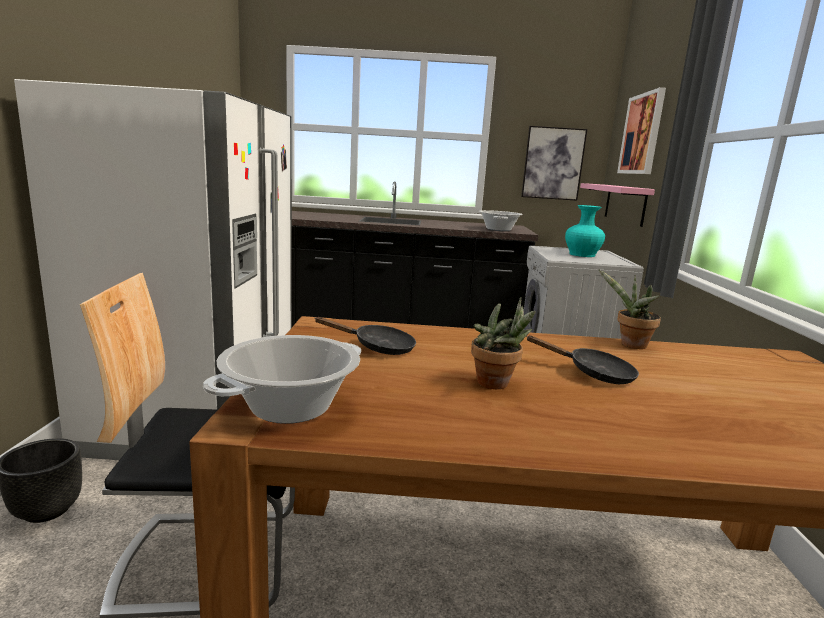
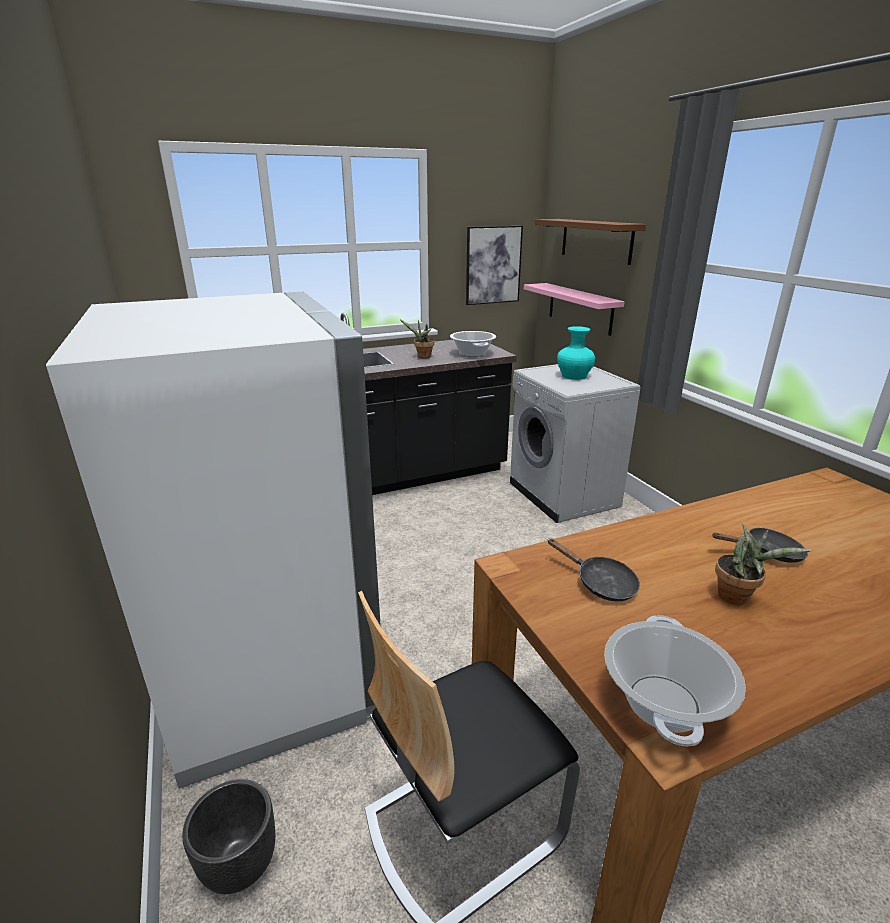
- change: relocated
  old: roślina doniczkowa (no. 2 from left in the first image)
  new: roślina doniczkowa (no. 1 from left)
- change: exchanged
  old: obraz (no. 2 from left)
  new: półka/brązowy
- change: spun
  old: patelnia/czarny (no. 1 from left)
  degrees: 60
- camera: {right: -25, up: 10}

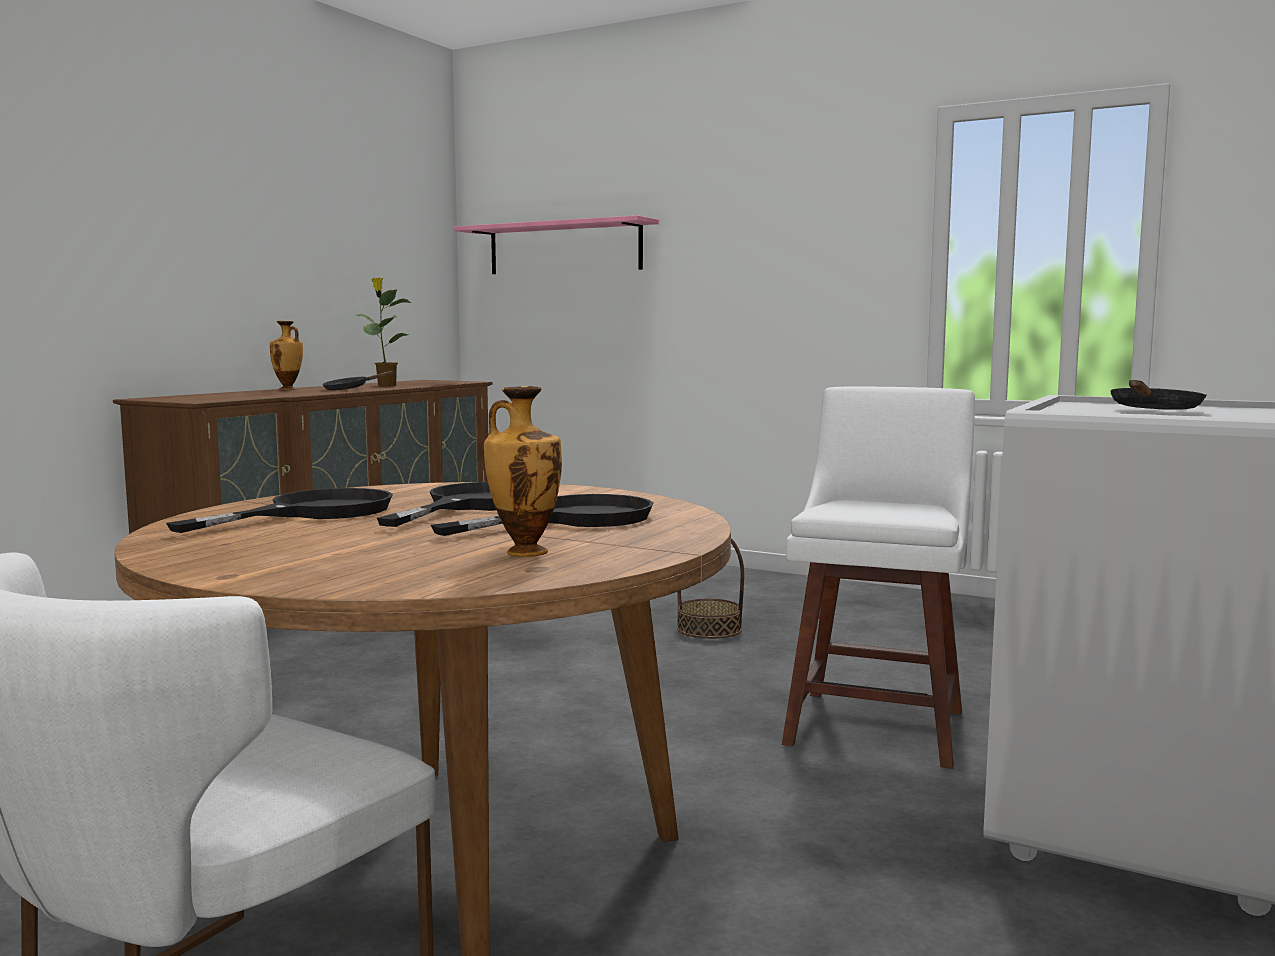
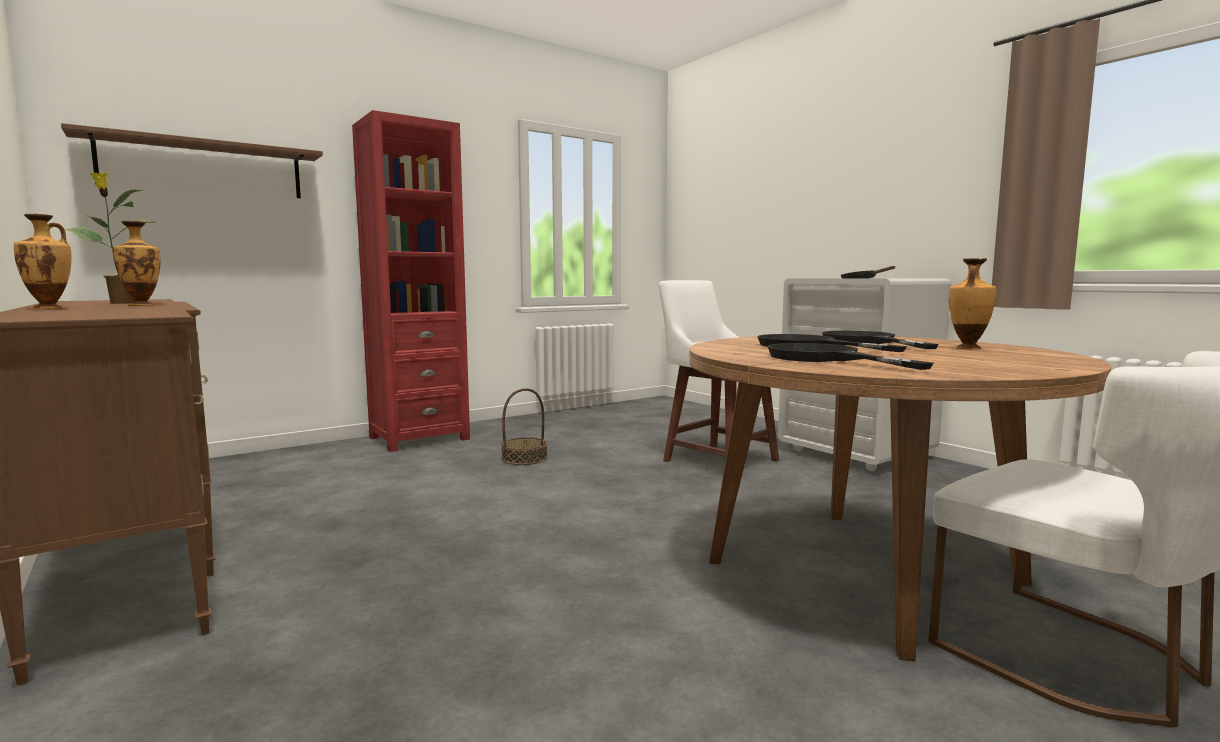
- change: appeared
  new: regał/czerwony
- change: exchanged
  old: patelnia/czarny (no. 2 from left)
  new: wazon (no. 2 from left)
- change: colour
  old: półka/różowy
  new: półka/brązowy
- camera: {right: -65, up: 0}

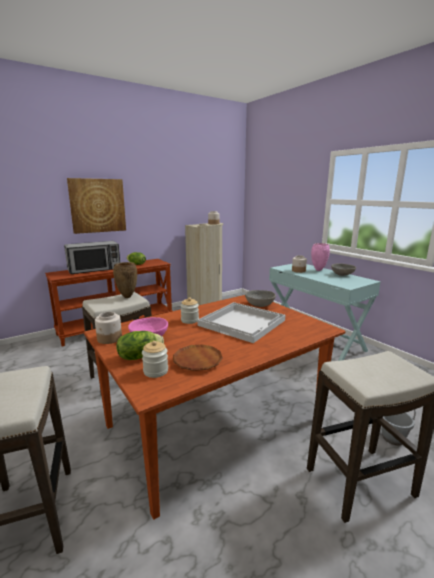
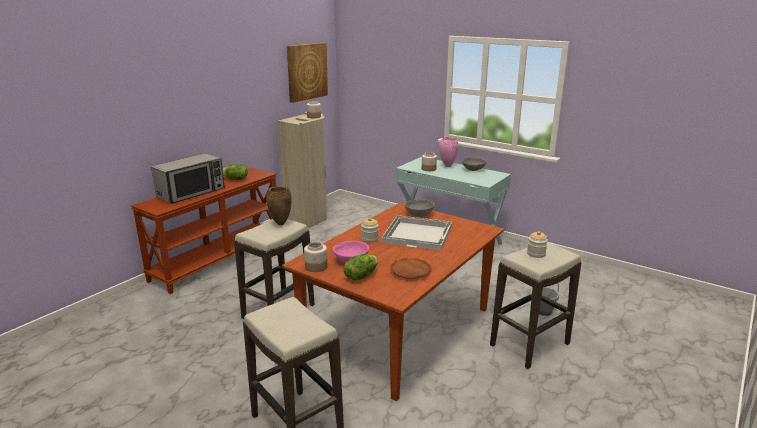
- change: relocated
  old: obraz
- change: relocated
  old: słoik (no. 2 from left in the first image)
  new: słoik (no. 5 from left)
- camera: {right: -20, up: 5}

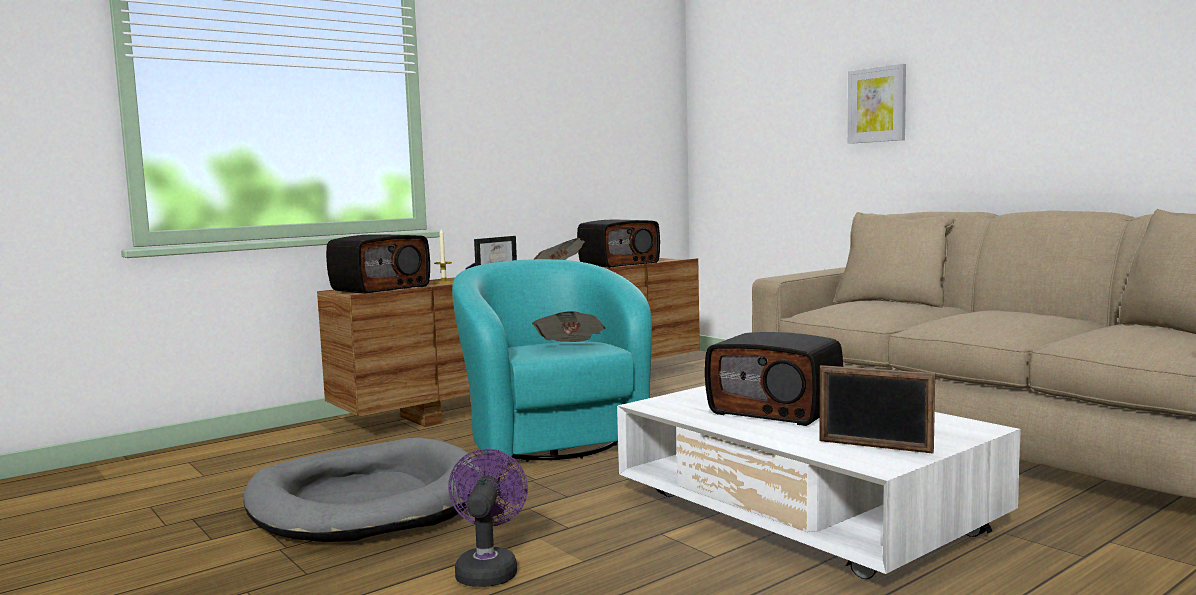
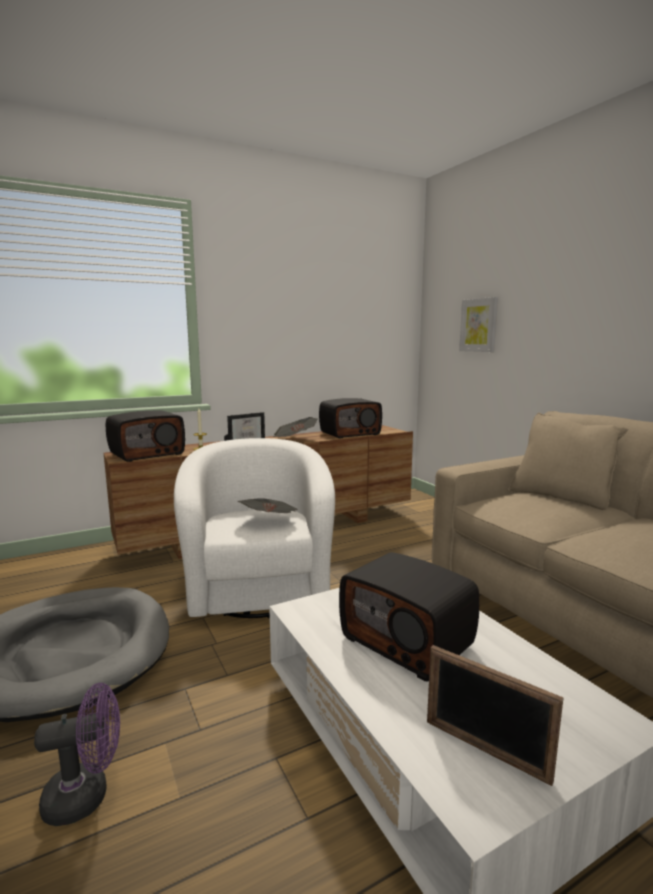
- change: relocated
  old: obraz
- change: colour
  old: fotel/turkusowy
  new: fotel/biały
- change: spun
  old: wentylator/fioletowy
  degrees: 60
- camera: {right: 10, up: 5}

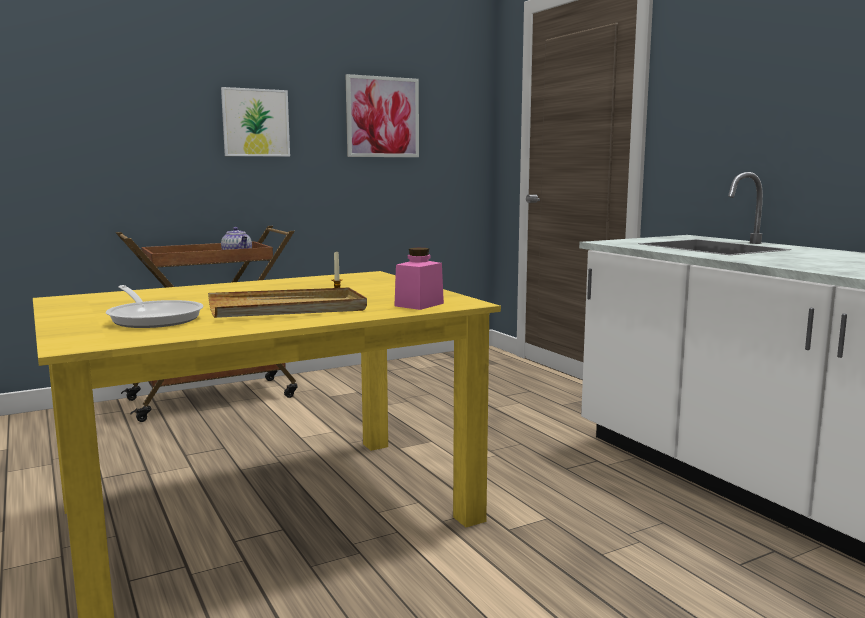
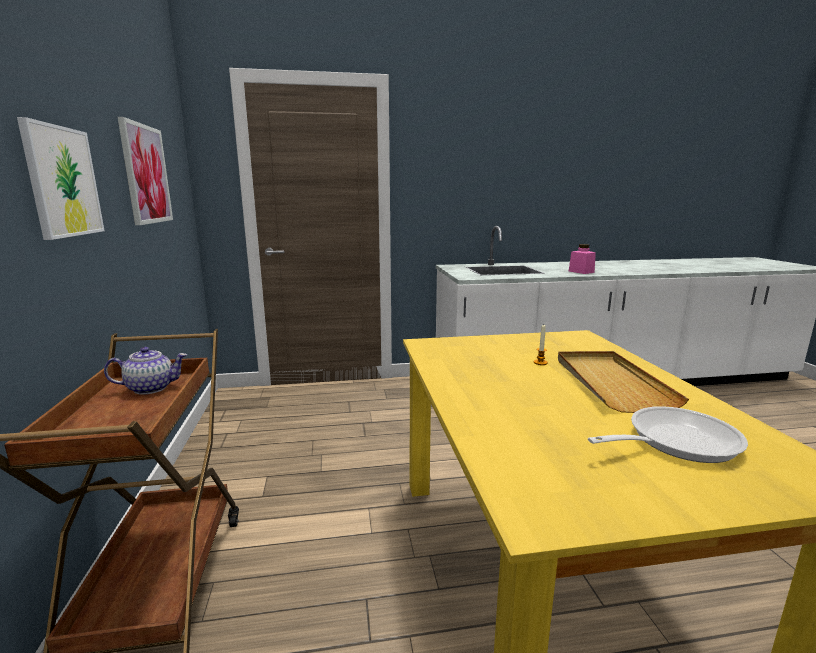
- change: relocated
  old: słoik/różowy
- camera: {right: -70, up: 5}

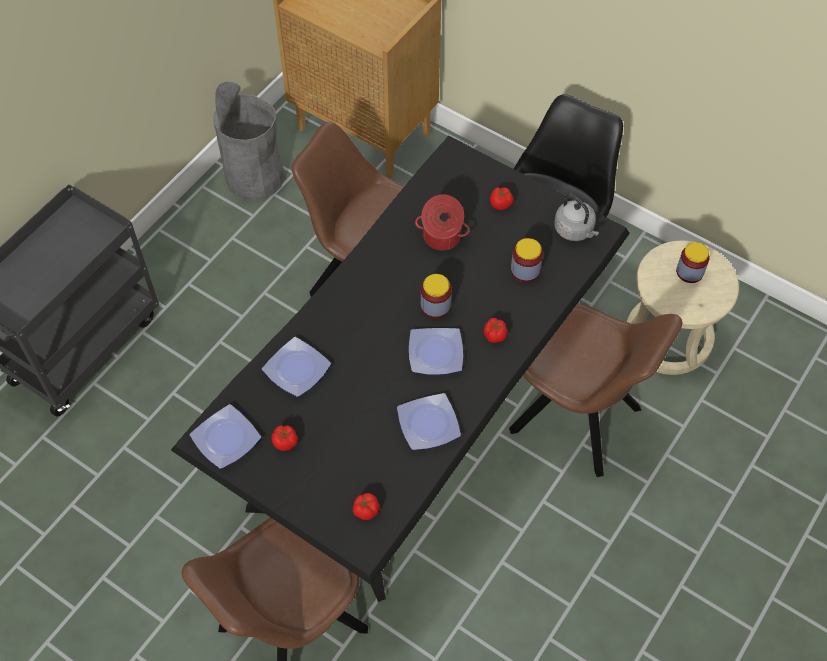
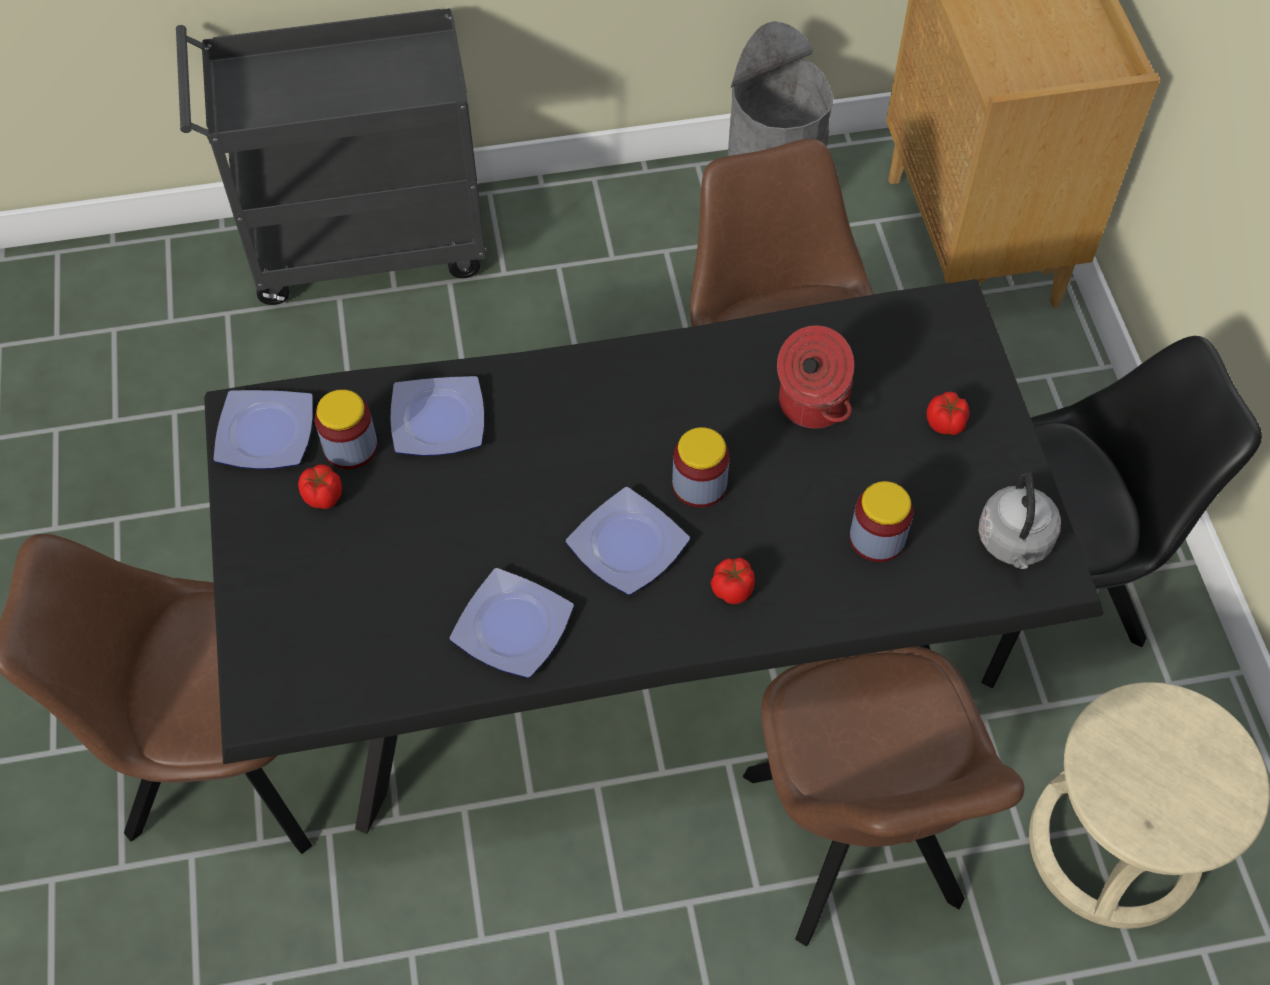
- change: missing
  old: pomidor (no. 2 from left)
- change: relocated
  old: słoik (no. 3 from left in the first image)
  new: słoik (no. 1 from left)
- camera: {right: 45, up: 0}

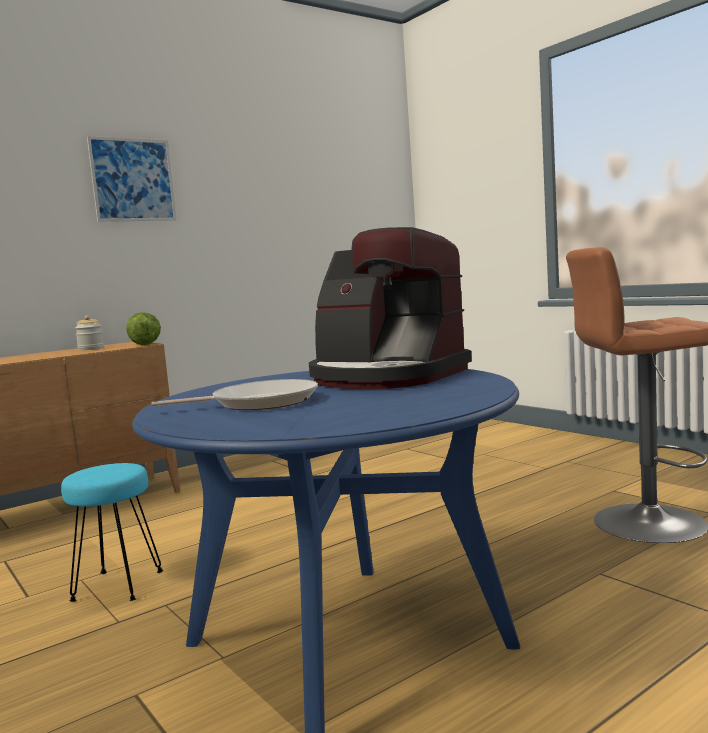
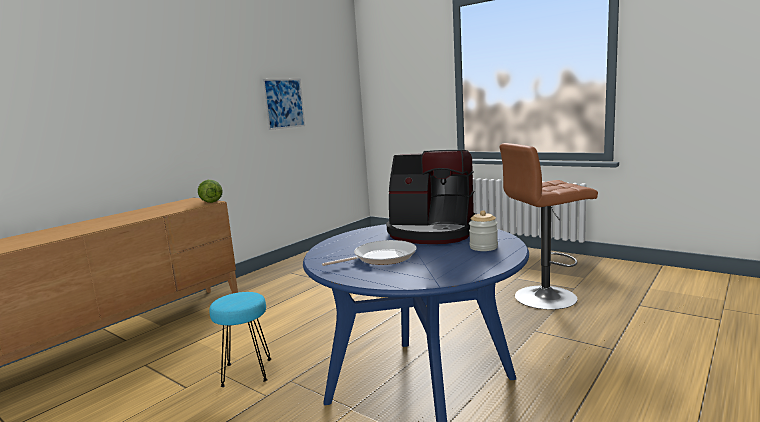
- change: relocated
  old: słoik
- change: relocated
  old: obraz
- camera: {right: -15, up: 5}

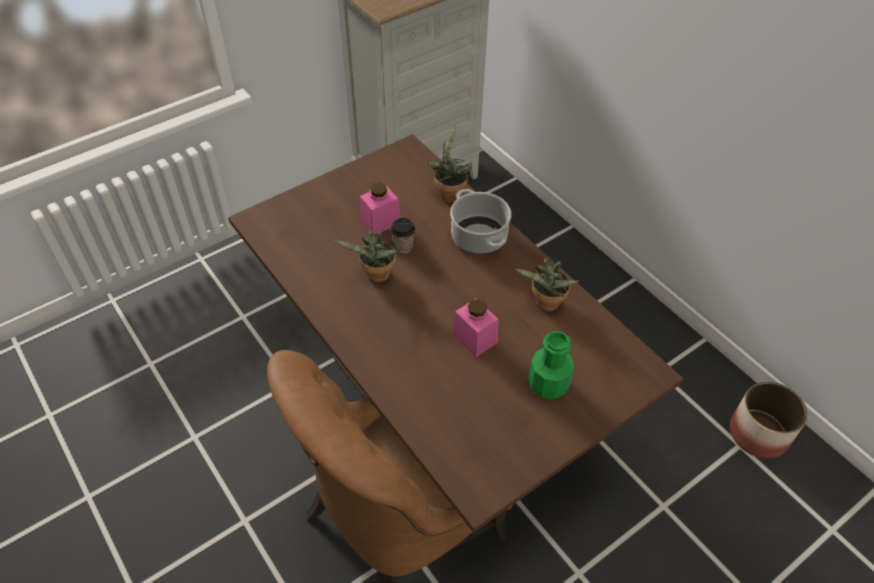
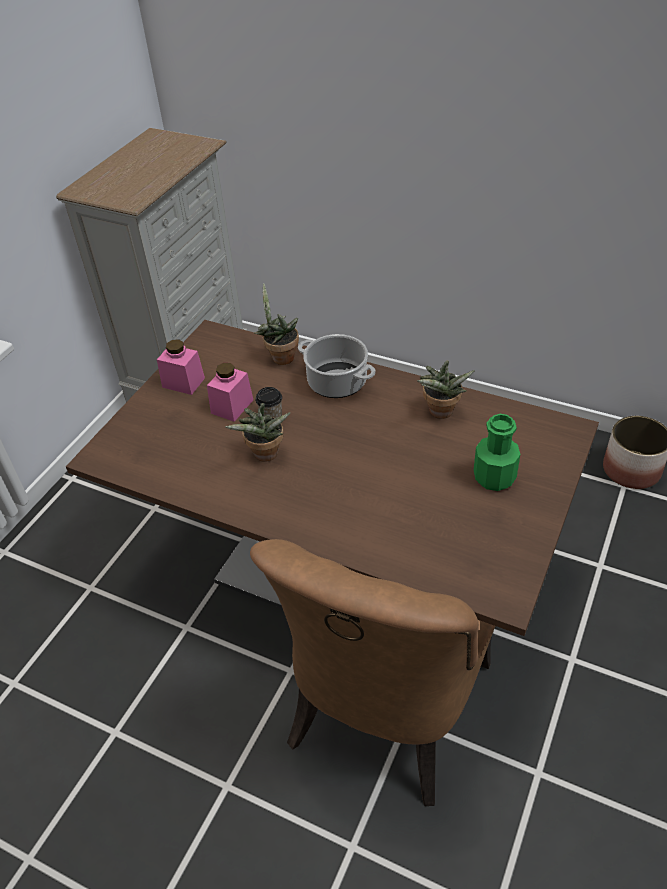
- change: relocated
  old: słoik/różowy (no. 2 from left in the first image)
  new: słoik/różowy (no. 1 from left)
- camera: {right: -25, up: -5}

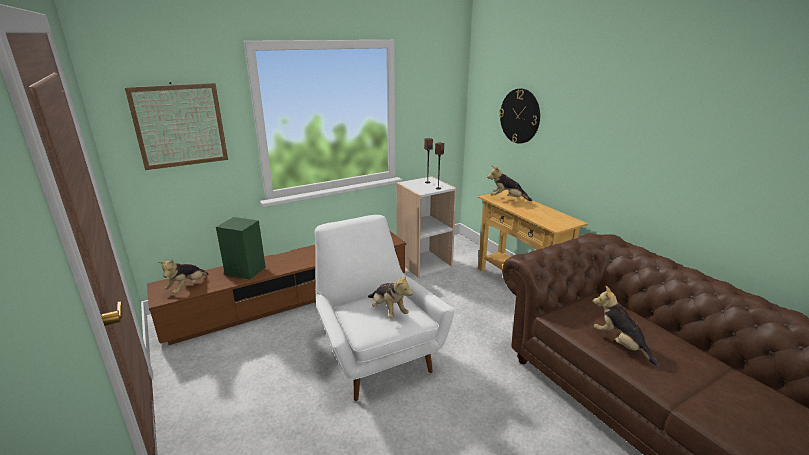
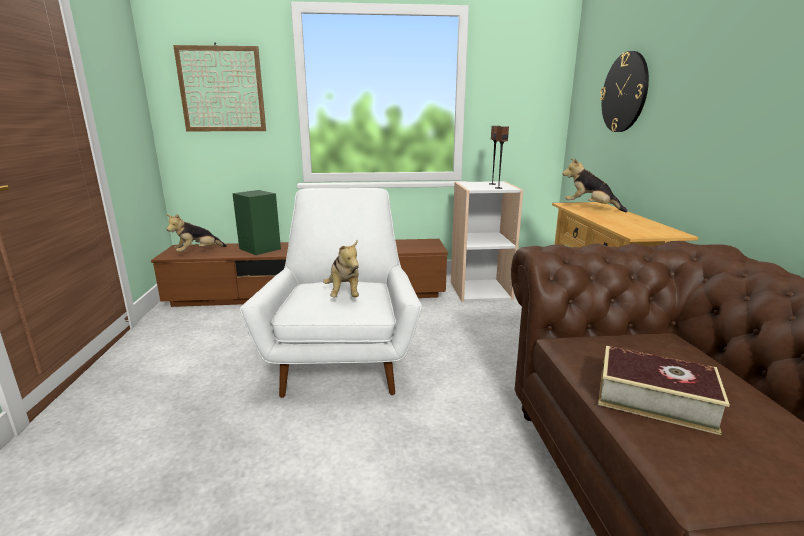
- change: exchanged
  old: pluszak (no. 4 from left)
  new: książka
- camera: {right: 25, up: -5}

